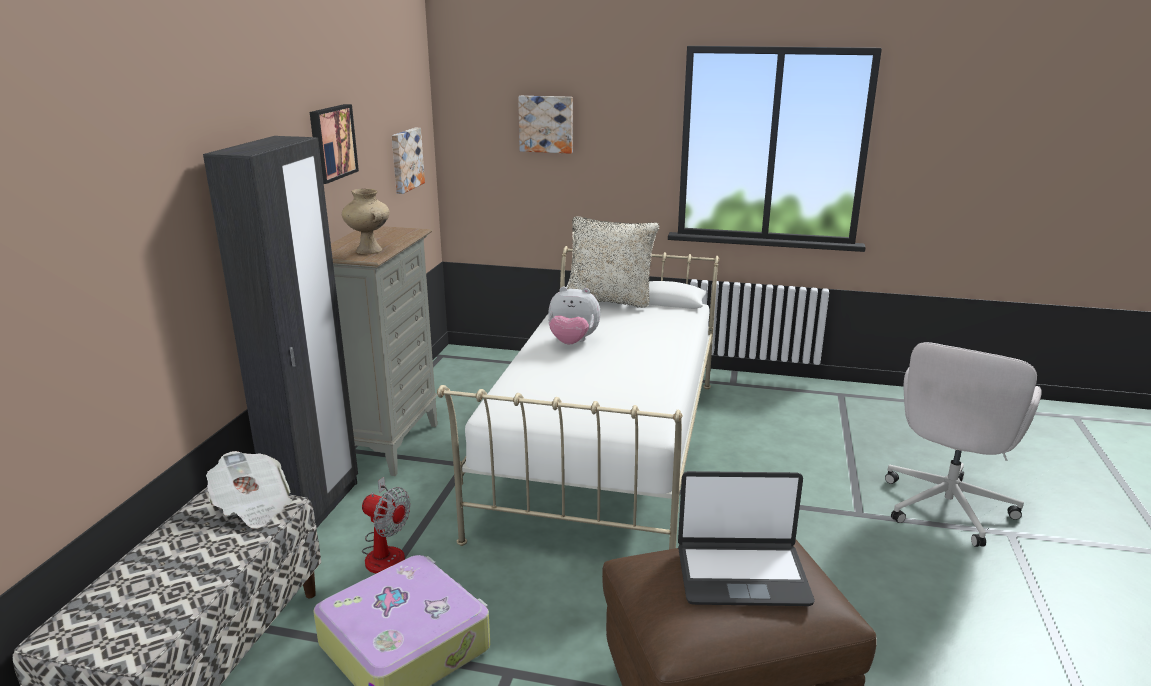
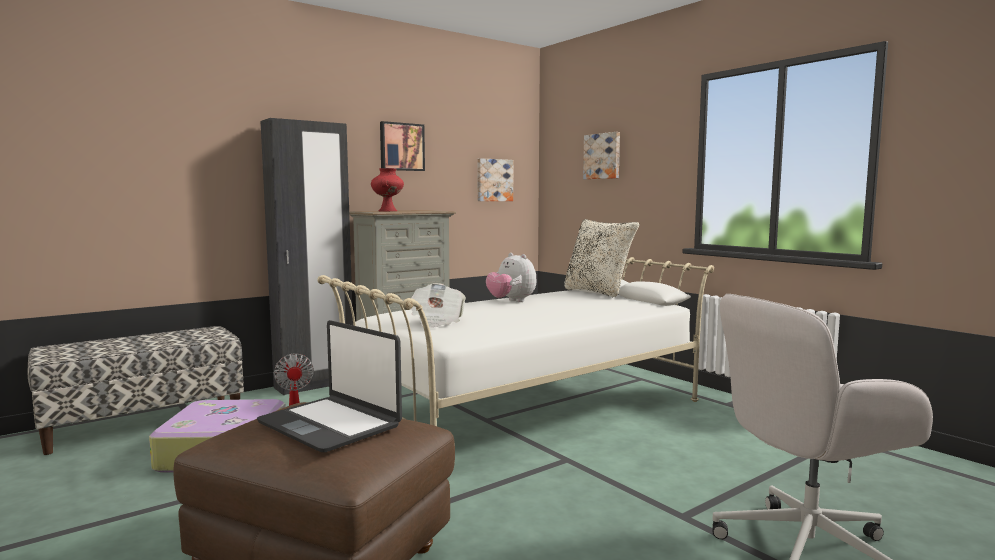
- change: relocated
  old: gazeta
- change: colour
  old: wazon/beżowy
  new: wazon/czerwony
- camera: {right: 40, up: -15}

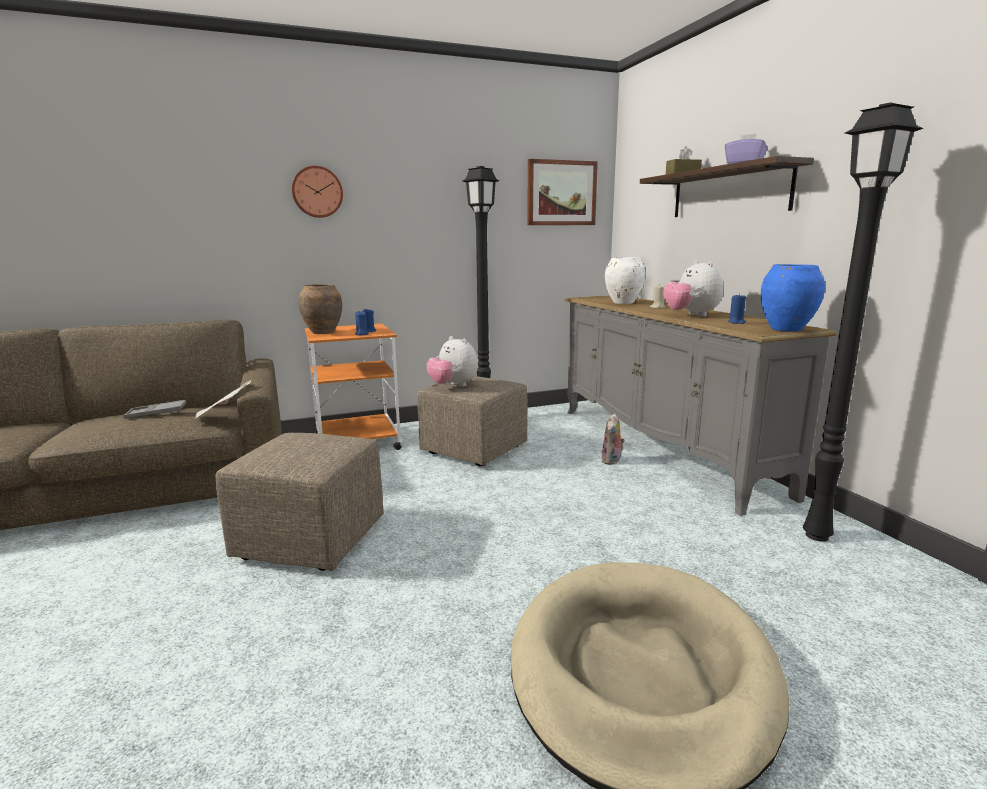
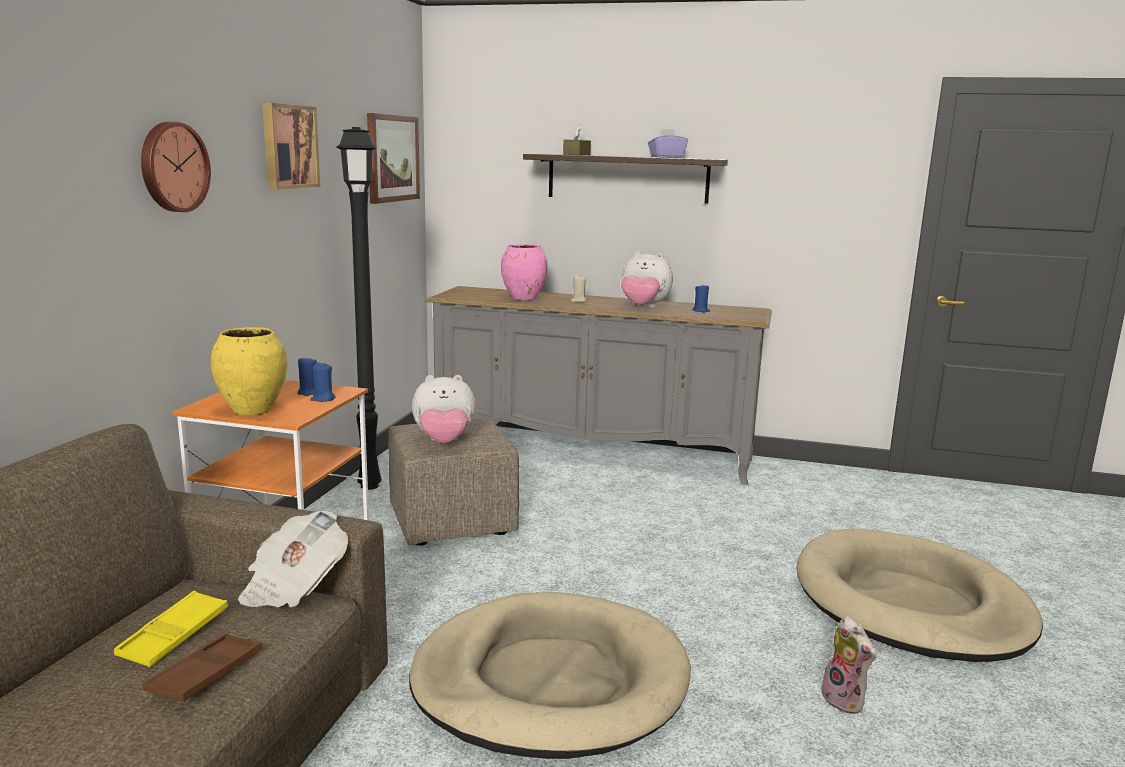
- change: missing
  old: wazon/niebieski
- change: missing
  old: lampa stojąca/czarny (no. 2 from left)
- change: appeared
  new: taca/brązowy
- change: appeared
  new: obraz (no. 1 from left)
- change: relocated
  old: pluszak (no. 2 from left in the first image)
  new: pluszak (no. 3 from left)
- change: exchanged
  old: pufa/beżowy (no. 1 from left)
  new: legowisko/beżowy (no. 1 from left)
- change: colour
  old: taca/szary
  new: taca/żółty
- change: colour
  old: wazon/brązowy
  new: wazon/żółty
- change: colour
  old: wazon/biały
  new: wazon/różowy
- camera: {right: -55, up: 0}

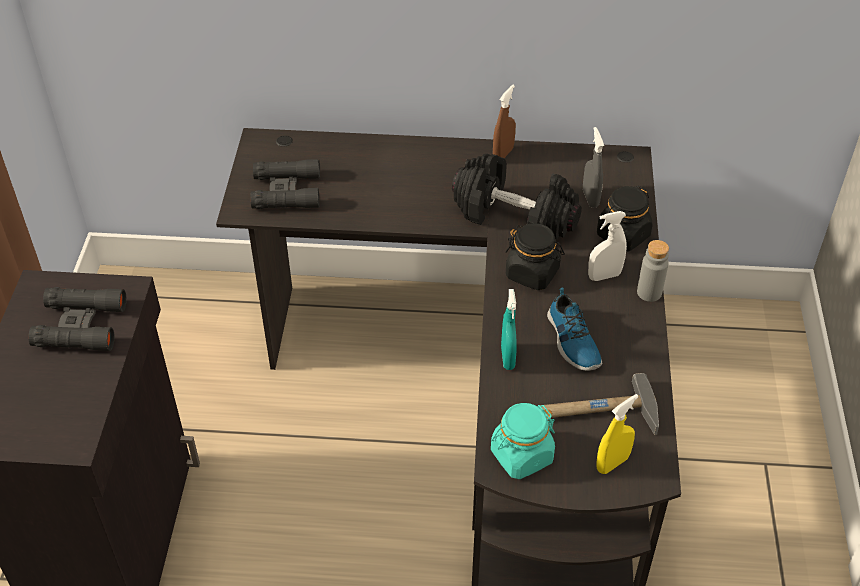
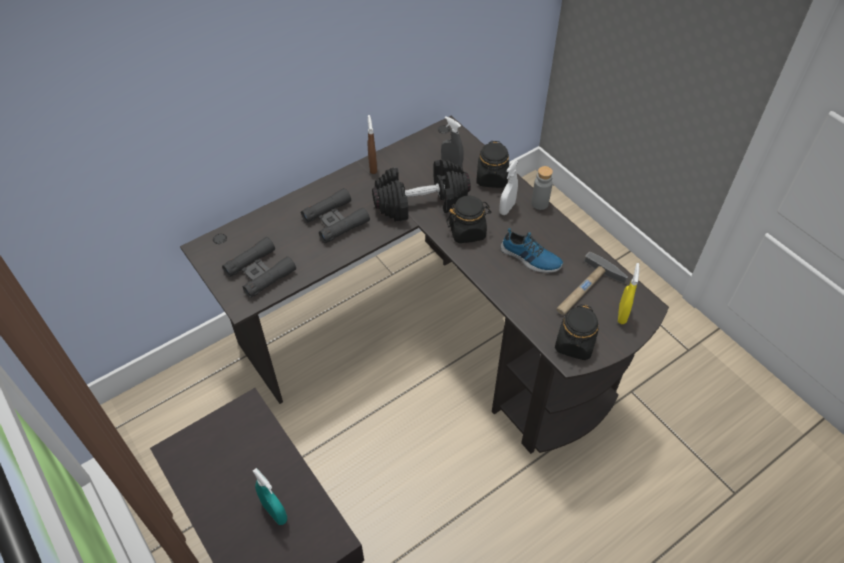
- change: relocated
  old: lornetka/czarny (no. 1 from left in the first image)
  new: lornetka/czarny (no. 2 from left)
- change: relocated
  old: spryskiwacz/turkusowy
- change: colour
  old: słoik/turkusowy
  new: słoik/czarny (no. 3 from left)
- camera: {right: -40, up: 5}

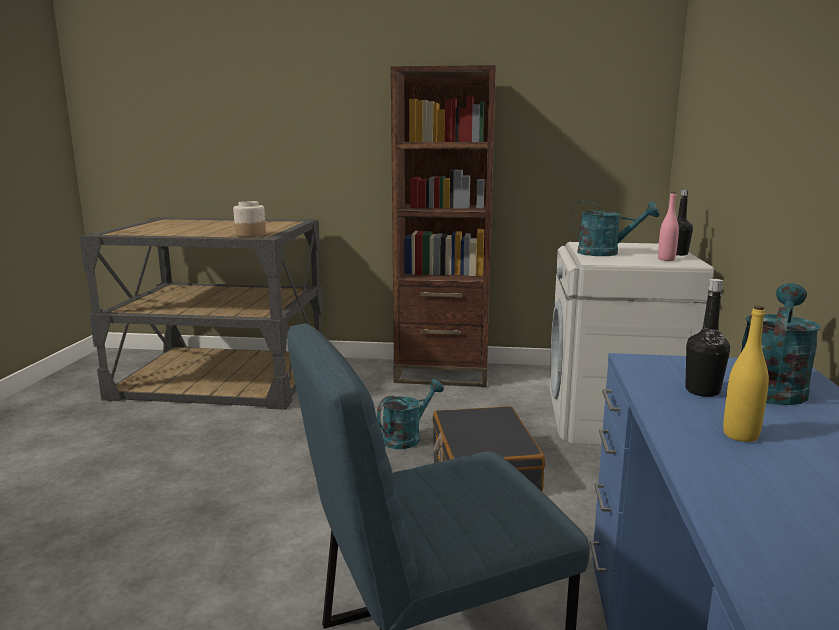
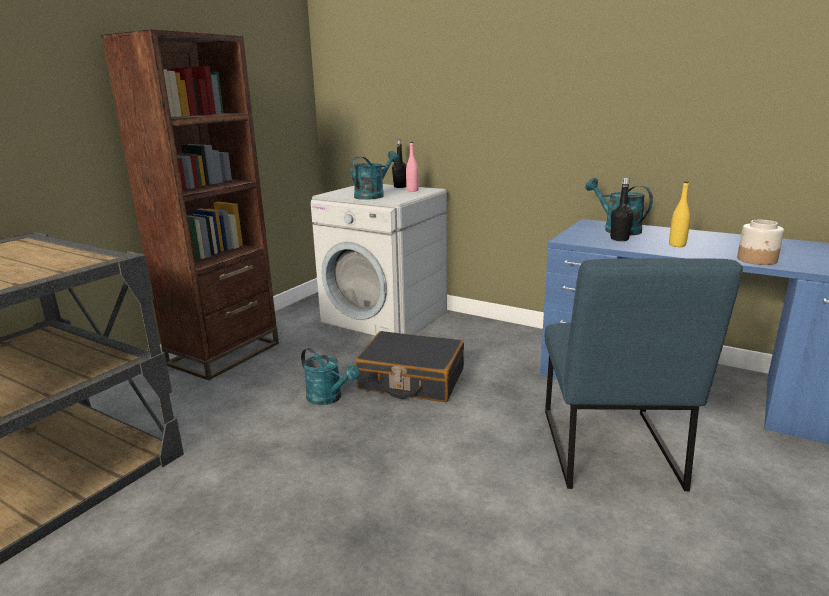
- change: relocated
  old: słoik
- change: spun
  old: konewka/turkusowy (no. 1 from left)
  degrees: 150
- camera: {right: -65, up: 5}

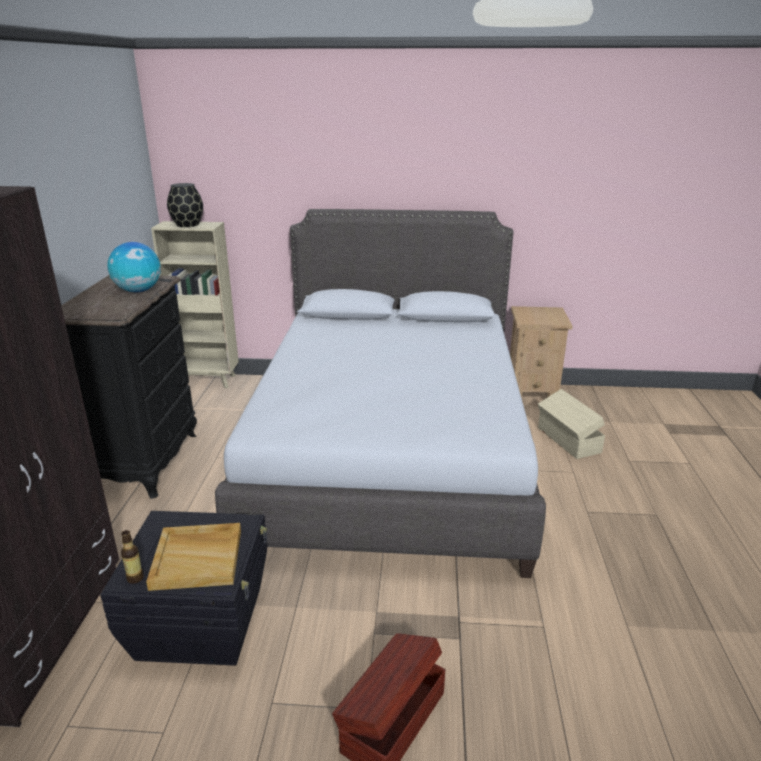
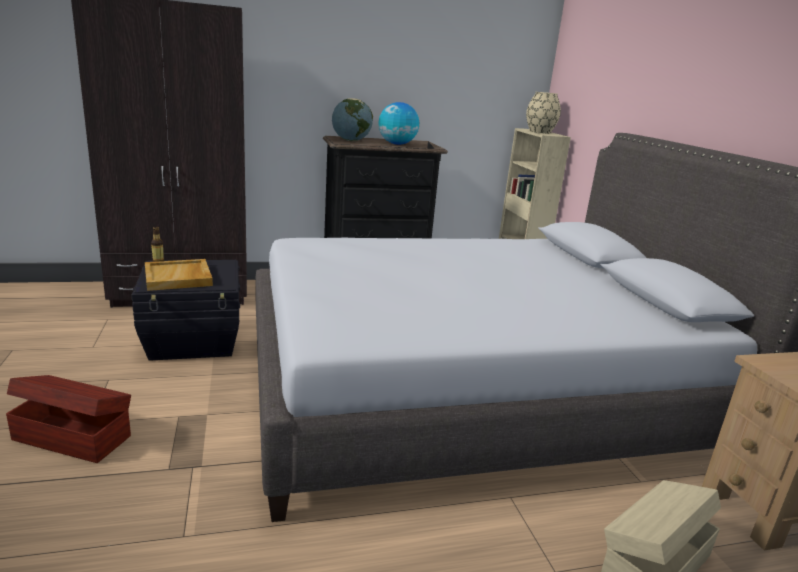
- change: appeared
  new: globus (no. 1 from left)
- change: colour
  old: wazon/czarny
  new: wazon/beżowy
- camera: {right: 70, up: -5}

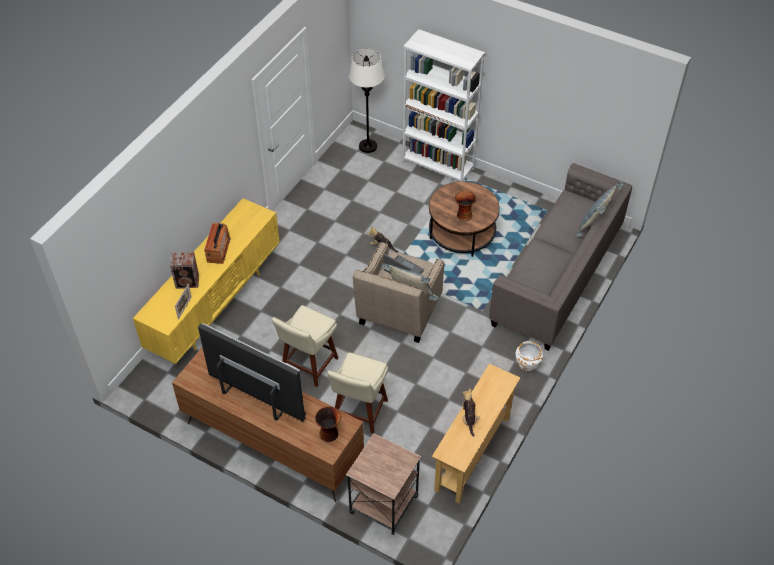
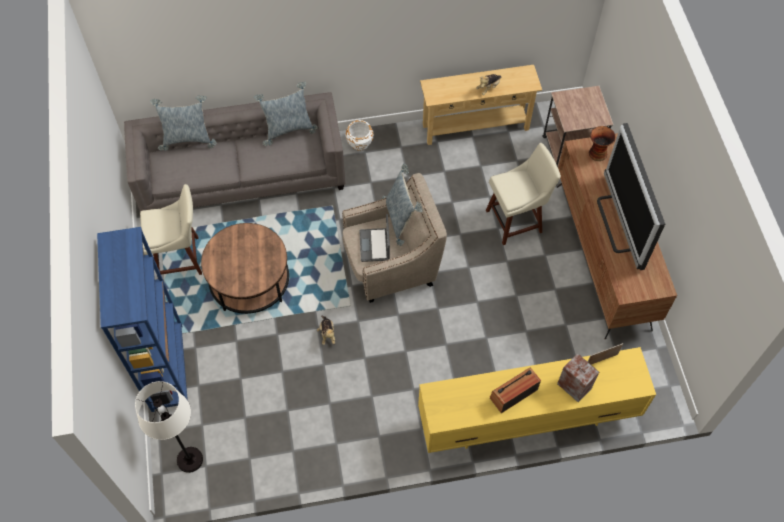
- change: missing
  old: wazon (no. 2 from left)
- change: appeared
  new: poduszka (no. 2 from left)
- change: relocated
  old: stołek/beżowy (no. 1 from left)
- change: colour
  old: regał/biały
  new: regał/niebieski
- camera: {right: -130, up: 10}

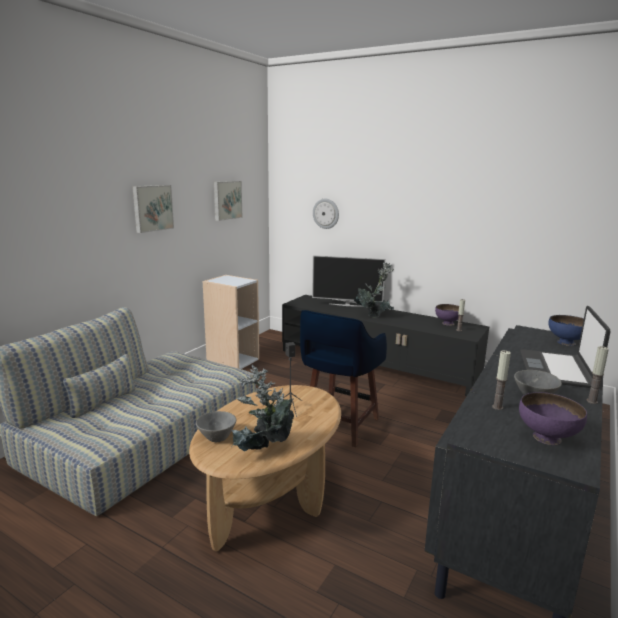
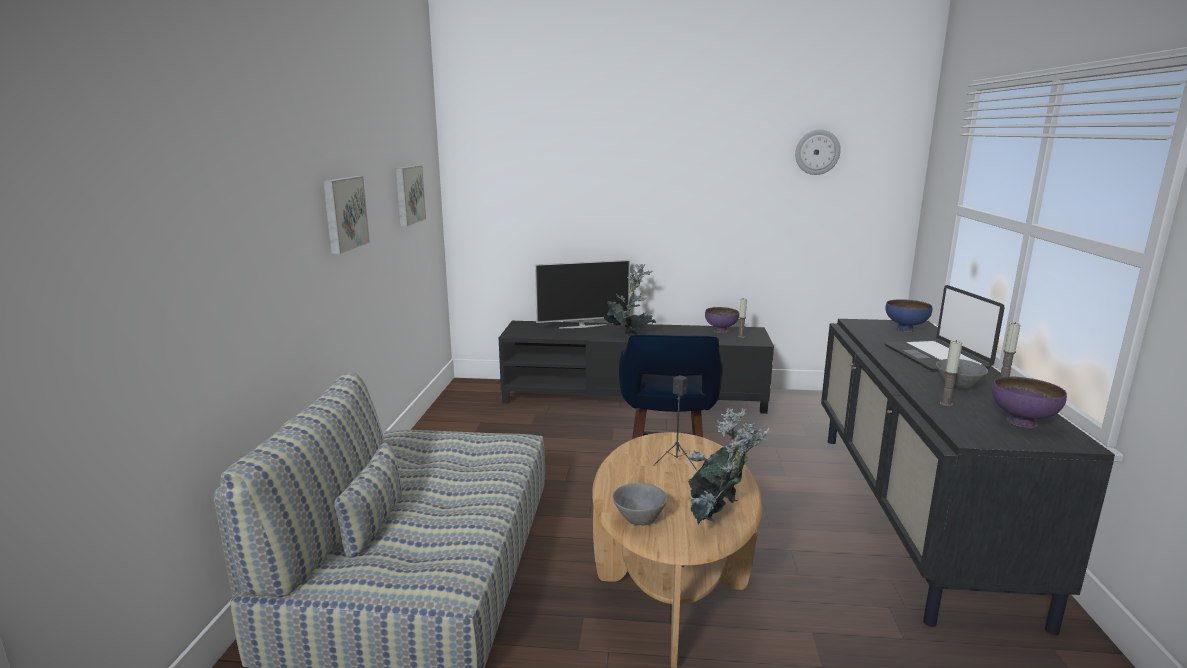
- change: missing
  old: regał
- change: relocated
  old: zegar ścienny
- camera: {right: -25, up: 0}

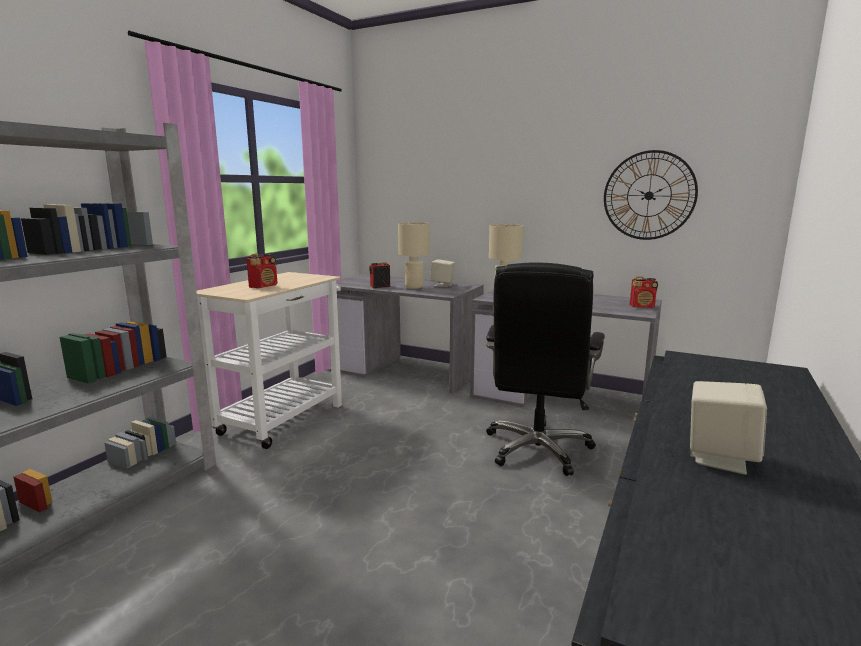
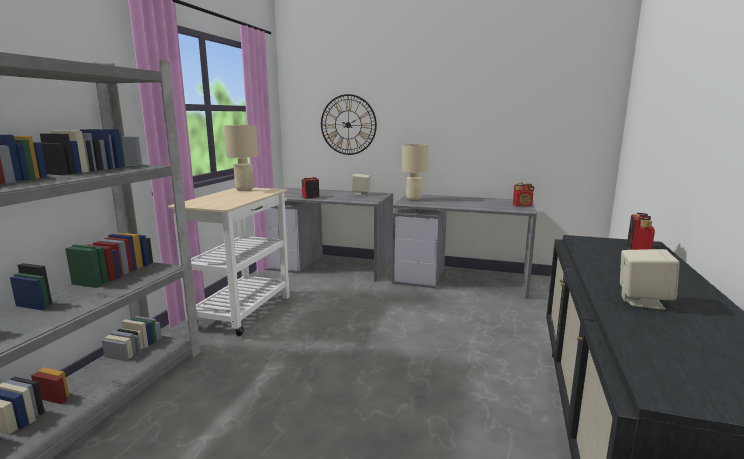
- change: missing
  old: krzesło biurowe/czarny
- change: relocated
  old: radio (no. 1 from left in the first image)
  new: radio (no. 3 from left)
- change: relocated
  old: lampa stołowa/beżowy (no. 1 from left)
- change: relocated
  old: zegar ścienny
- camera: {right: -10, up: 0}

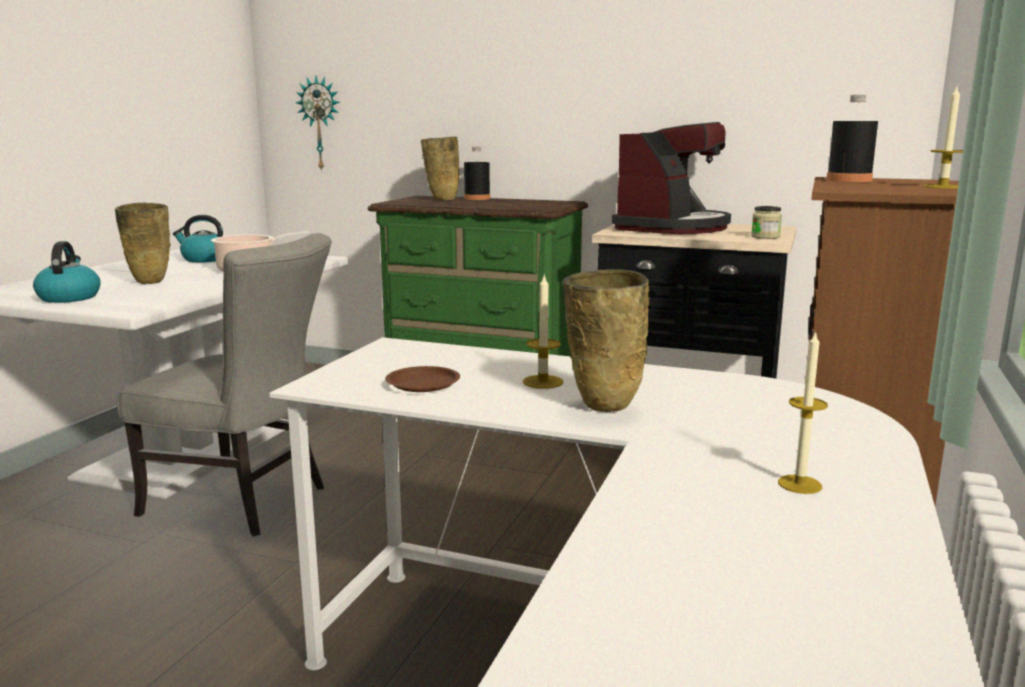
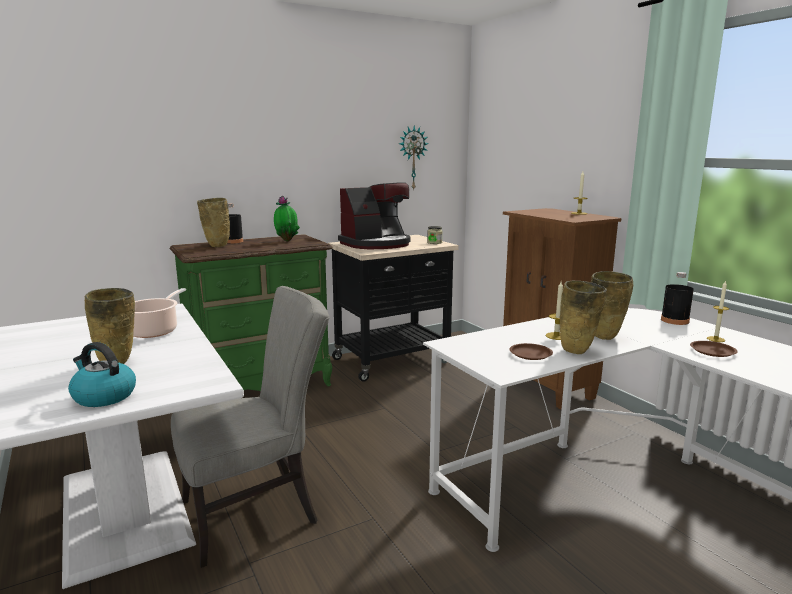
- change: missing
  old: czajnik (no. 2 from left)
- change: appeared
  new: roślina doniczkowa
- change: appeared
  new: wazon/beżowy (no. 3 from left)
- change: appeared
  new: talerz/brązowy (no. 2 from left)
- change: relocated
  old: zegar ścienny
- change: relocated
  old: butelka/czarny (no. 2 from left)
- change: spun
  old: ekspres do kawy
  degrees: 75
- camera: {right: -50, up: 0}

